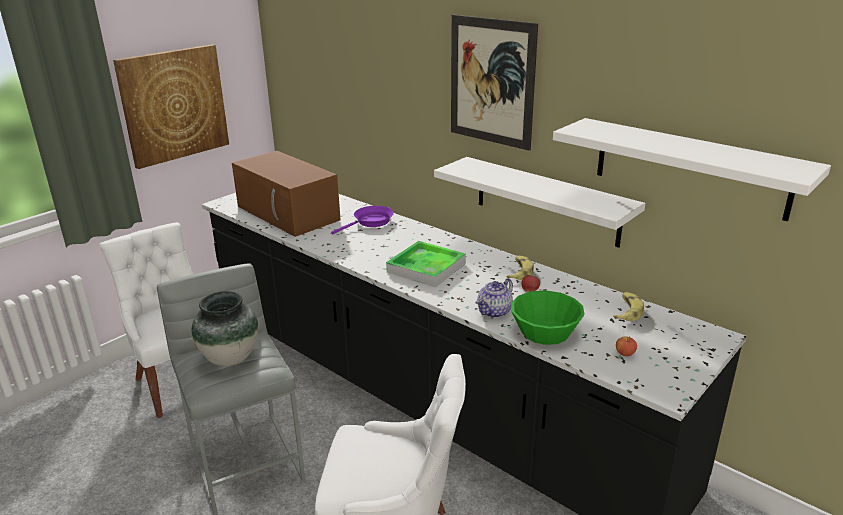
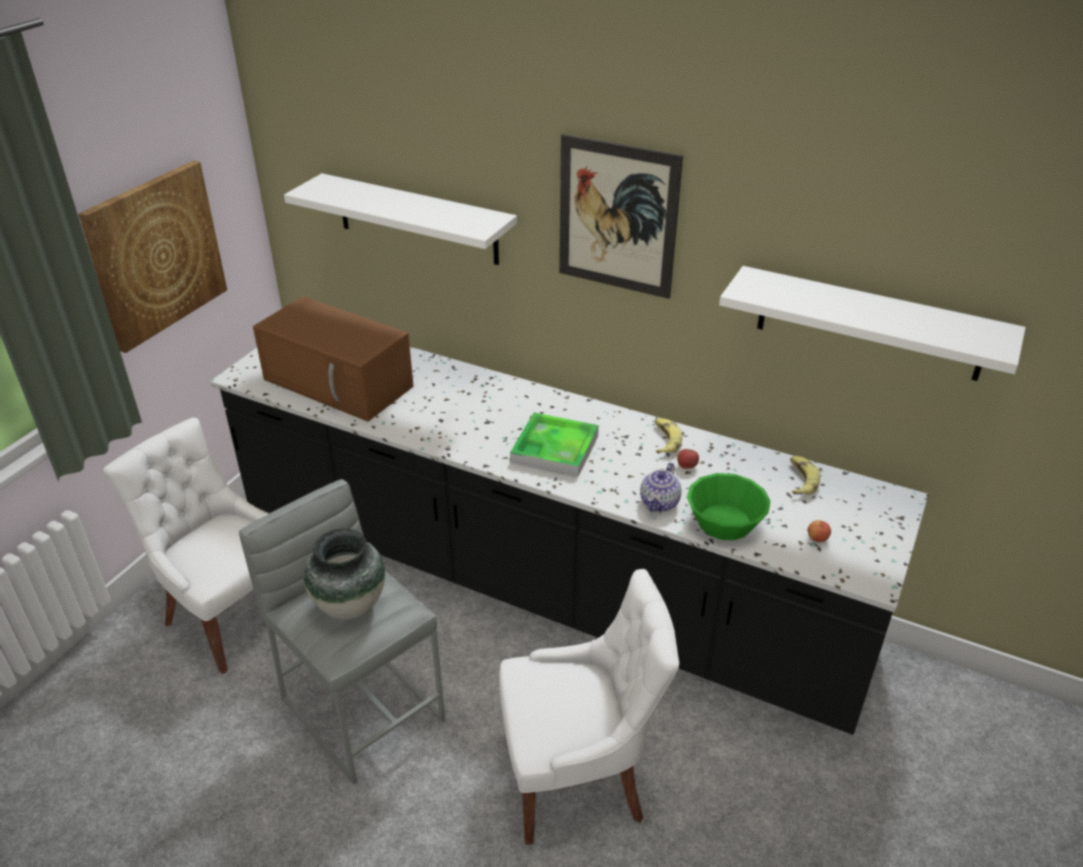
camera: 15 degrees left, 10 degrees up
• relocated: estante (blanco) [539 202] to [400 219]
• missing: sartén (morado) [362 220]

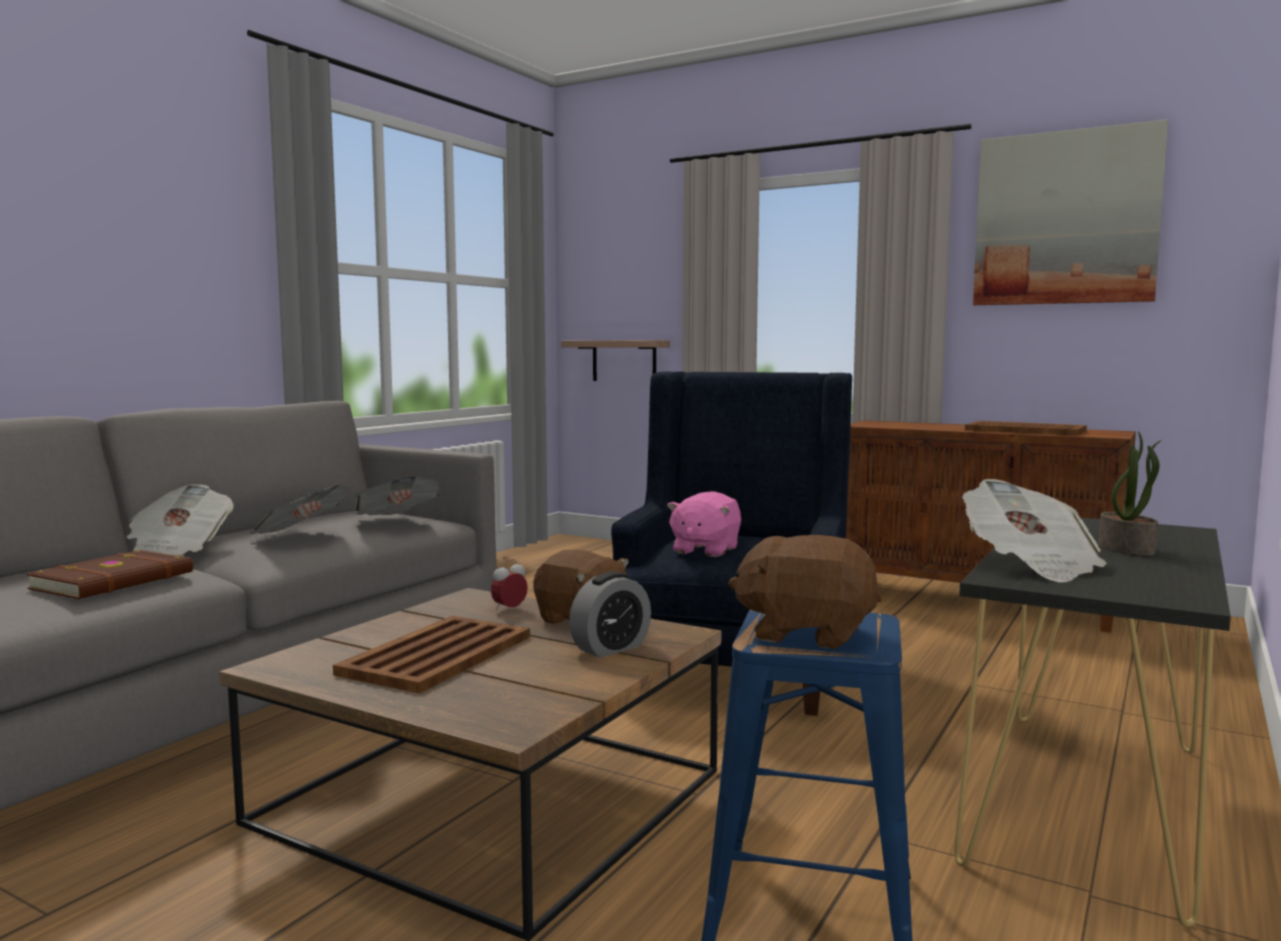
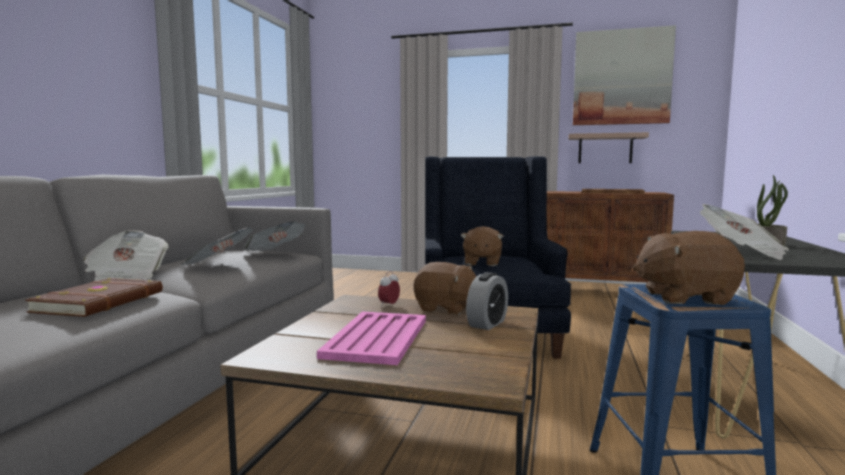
camera: 15 degrees left, 0 degrees up
• relocated: estante [615 360] to [608 147]
• colour: peluche (rosa) [704 524] to peluche (marrón) [482 246]
• colour: bandeja (marrón) [431 654] to bandeja (rosa) [371 338]

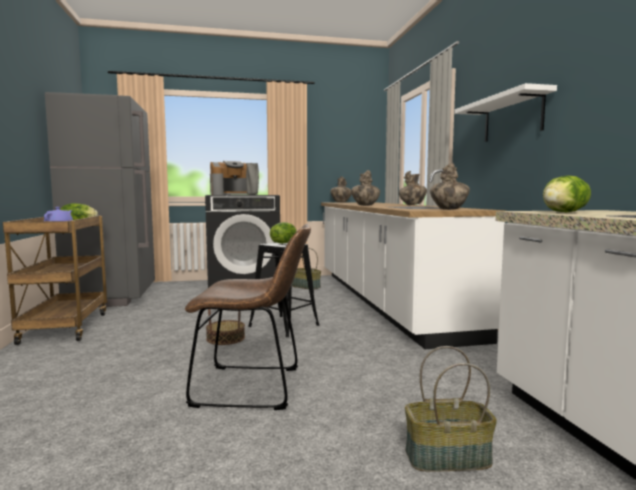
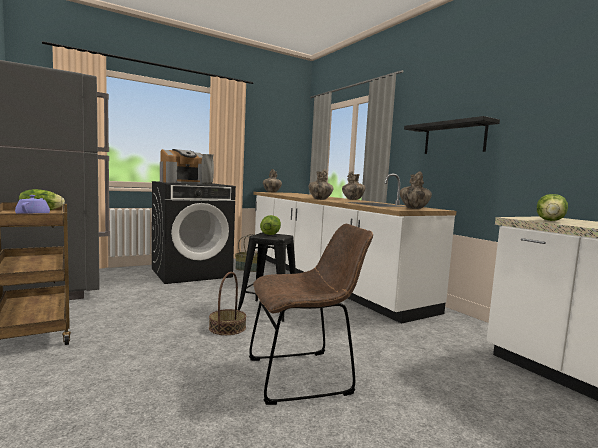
camera: 20 degrees left, 0 degrees up
• colour: estante (blanco) [506 112] to estante (negro) [452 135]
• missing: cesta [451 409]

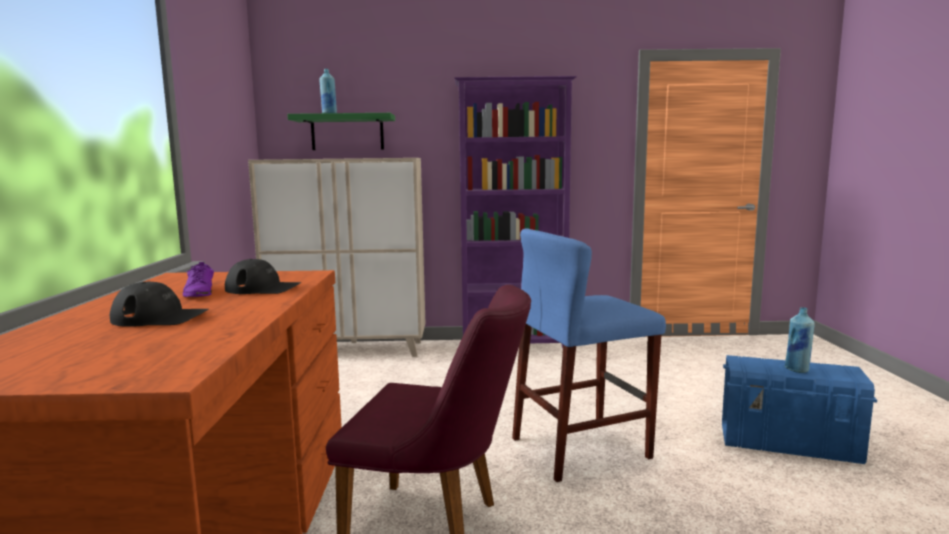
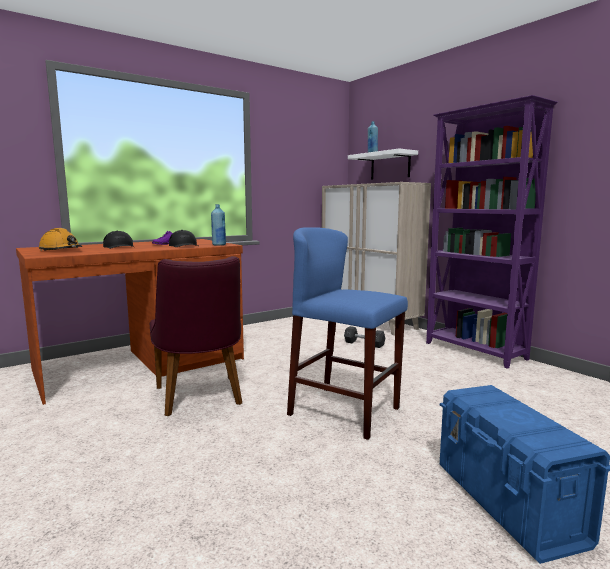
camera: 55 degrees right, 0 degrees up
• colour: estante (verde) [341 131] to estante (blanco) [383 164]
• relocated: botella (azul) [800 340] to [218 225]
• appeared: casco (naranja) [60 239]
• appeared: mancuerna (gris) [364 337]

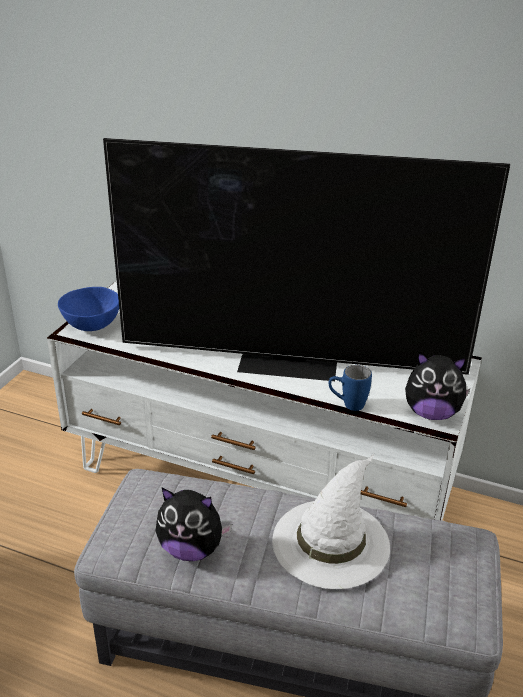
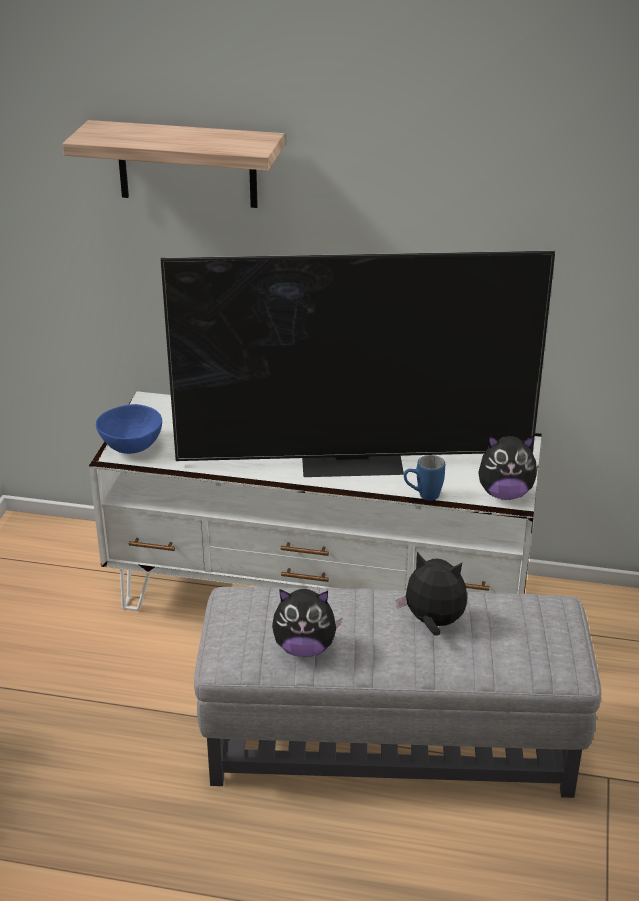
camera: 10 degrees left, 0 degrees up
• exchanged: sombrero (blanco) [331 521] to peluche [431 594]
• appeared: estante [174 164]

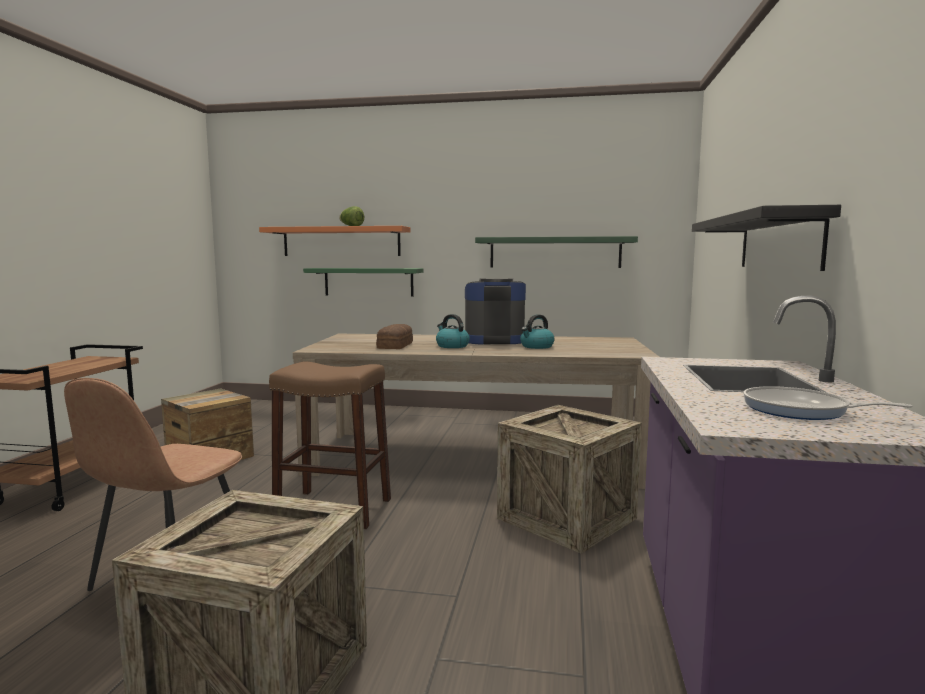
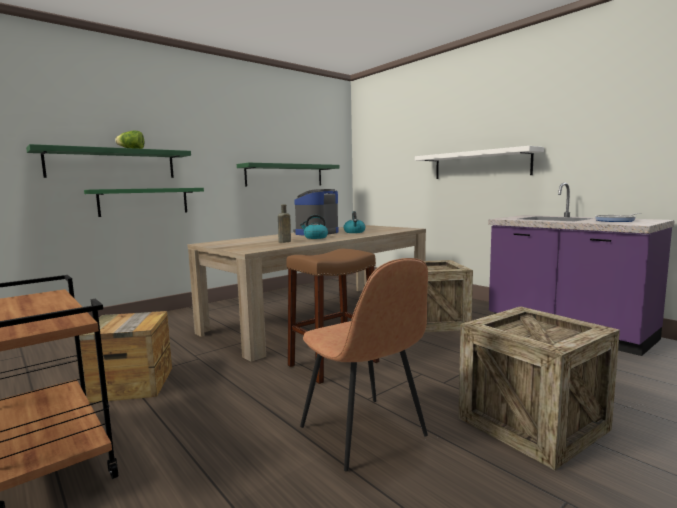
camera: 50 degrees left, 0 degrees up
• colour: estante (negro) [766 238] to estante (blanco) [479 162]
• colour: estante (naranja) [334 241] to estante (verde) [108 161]
• exchanged: pan [394 336] to botella (marrón) [284 224]

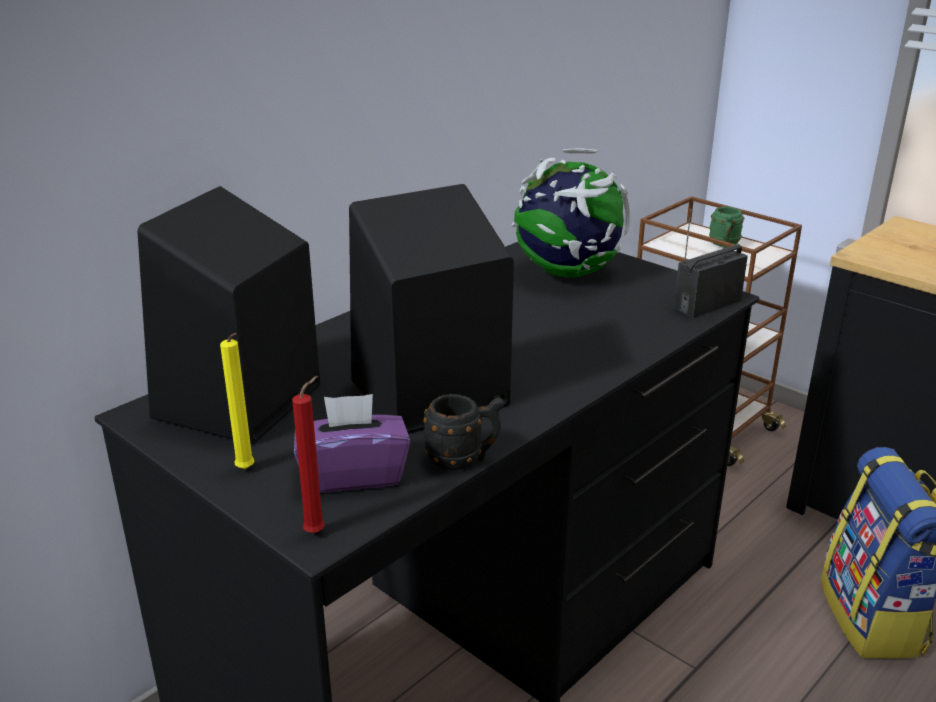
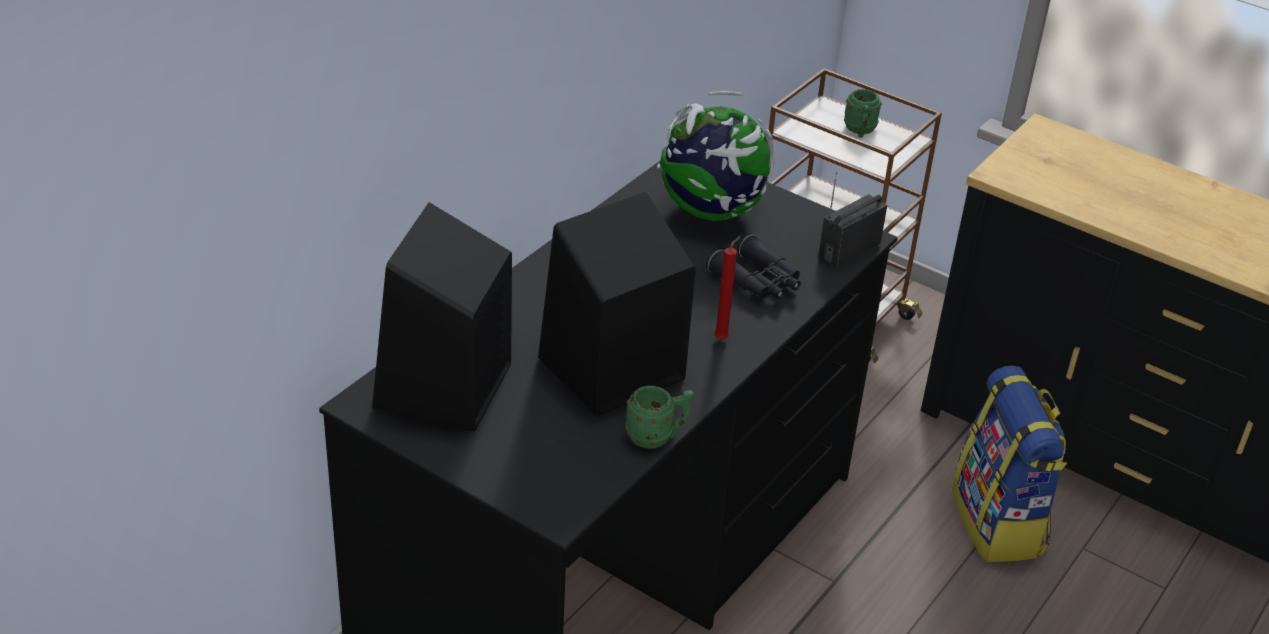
camera: 10 degrees left, 10 degrees up
• missing: vela (amarillo) [237 401]
• relocated: vela (rojo) [308 454] to [727 288]
• missing: caja de pañuelos (morado) [352 443]
• colour: taza grande (negro) [463 432] to taza grande (verde) [660 417]
• appeared: prismáticos (negro) [753 266]

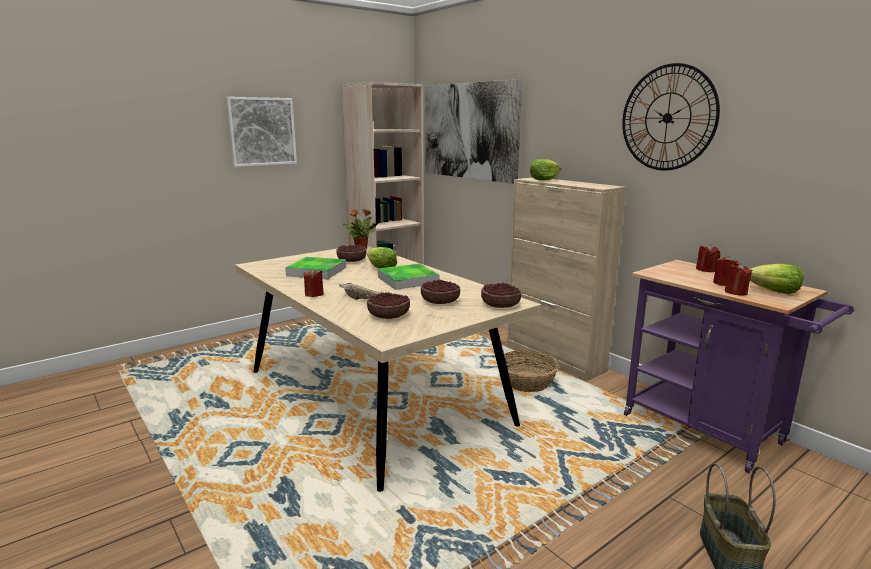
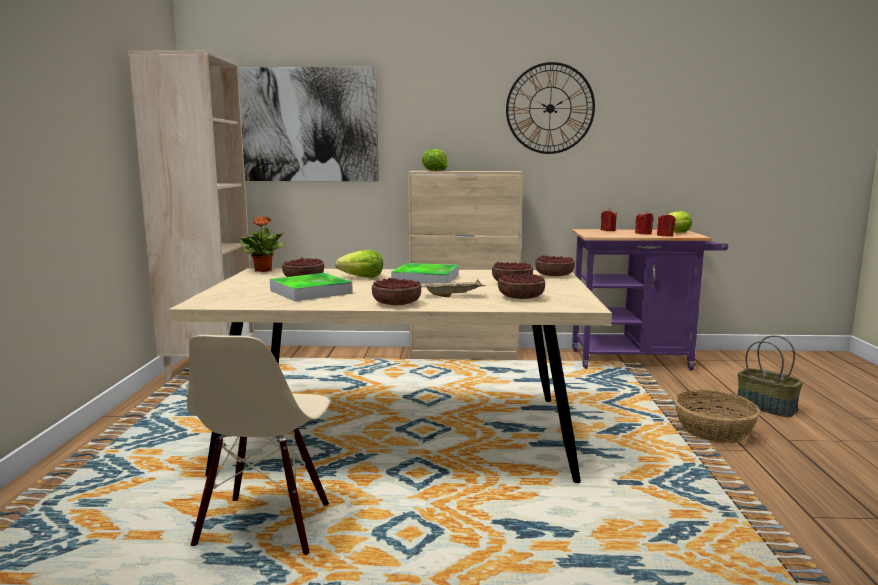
camera: 50 degrees left, 5 degrees down
• missing: cuadro [261 132]
• exchanged: vela (rojo) [314 282] to cuenco [396 291]
• relocated: cesta [531 371] to [717 416]
• appeared: silla (beis) [258 445]

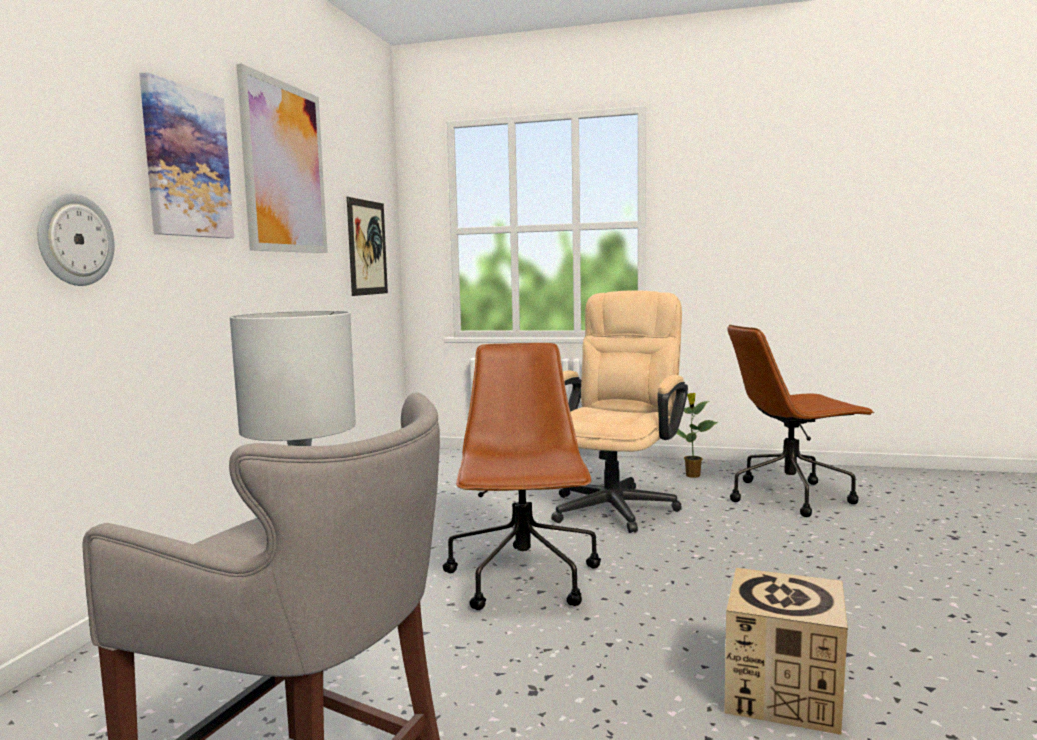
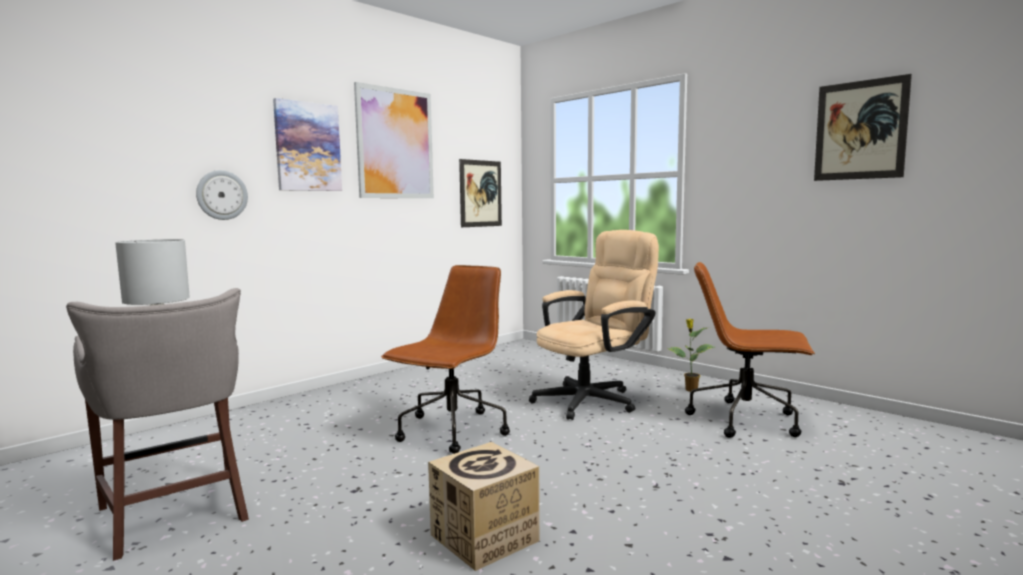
camera: 30 degrees right, 0 degrees up
• appeared: cuadro [863 127]

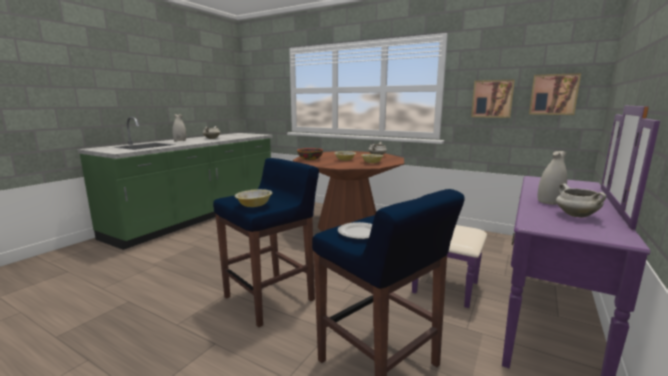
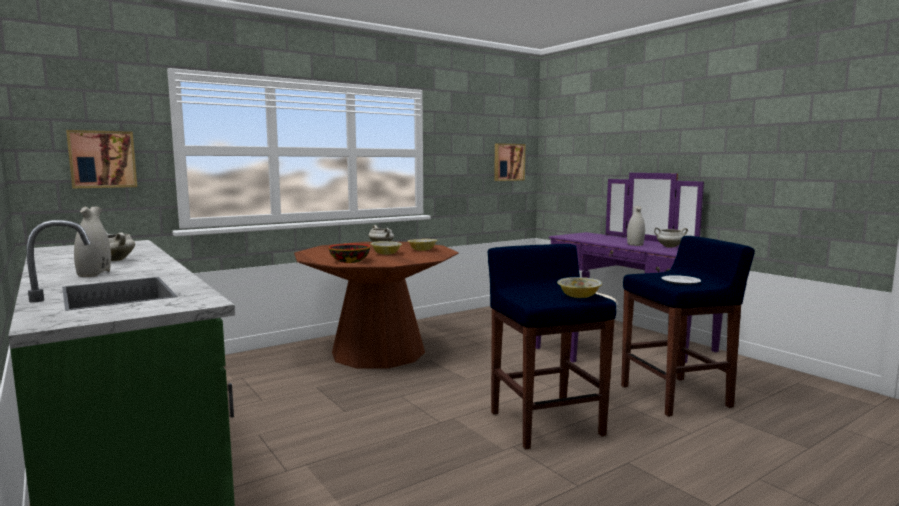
camera: 65 degrees left, 5 degrees down
• relocated: cuadro [493 98] to [101 159]

